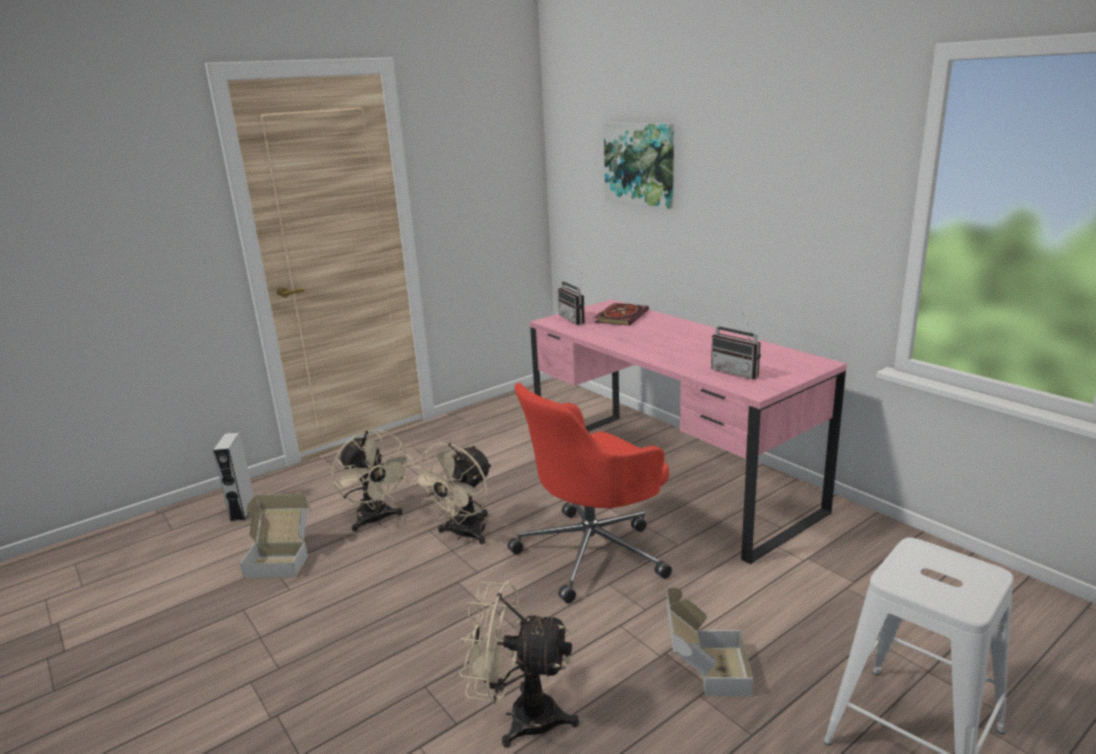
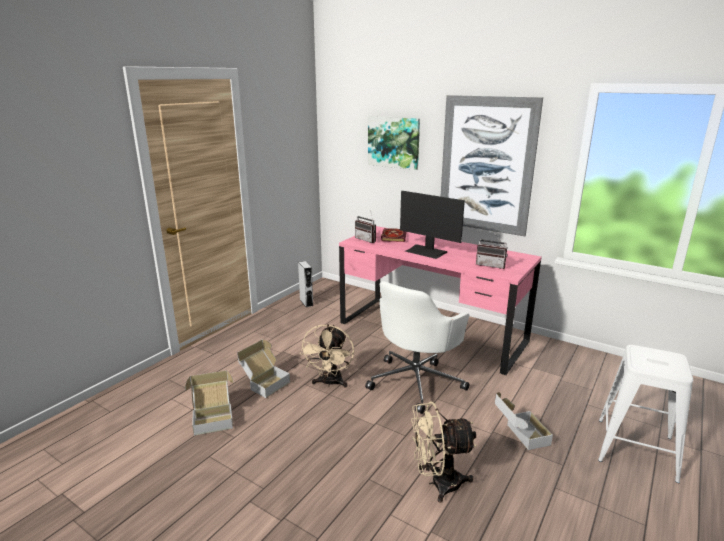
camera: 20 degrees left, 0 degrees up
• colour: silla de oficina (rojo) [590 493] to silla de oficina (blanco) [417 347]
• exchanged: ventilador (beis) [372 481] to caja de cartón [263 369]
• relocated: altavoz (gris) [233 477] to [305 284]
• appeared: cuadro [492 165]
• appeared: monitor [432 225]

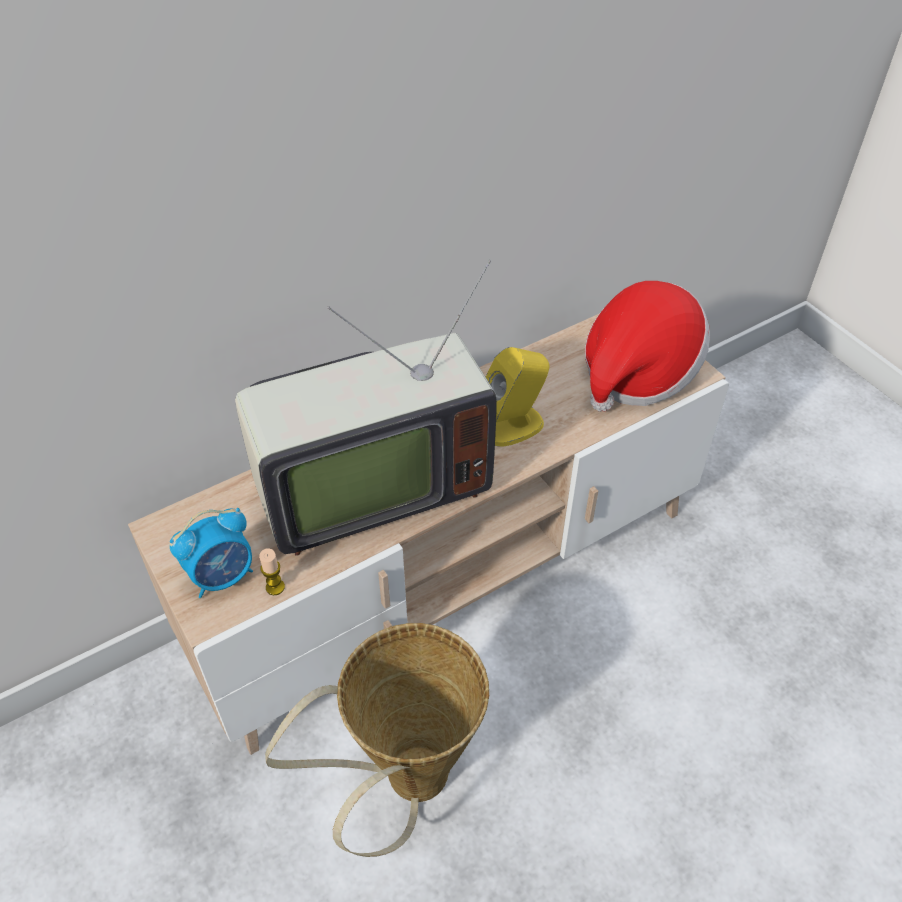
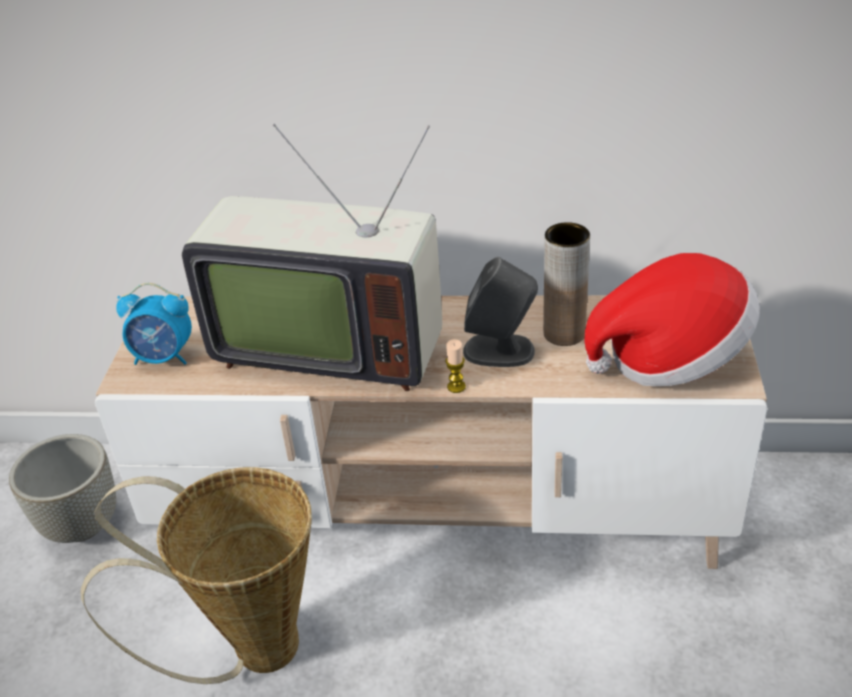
camera: 40 degrees right, 10 degrees down
• colour: altavoz (amarillo) [517 396] to altavoz (gris) [500 312]
• relocated: vela [272 571] to [455 366]
• appeared: florero (marrón) [566 284]
• appeared: maceta (gris) [62 488]

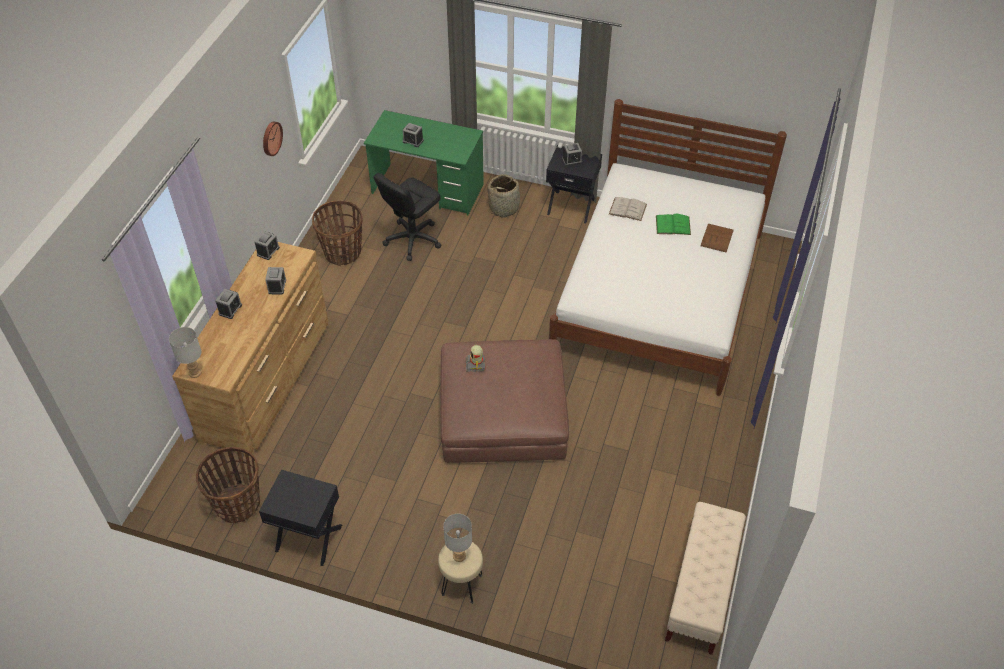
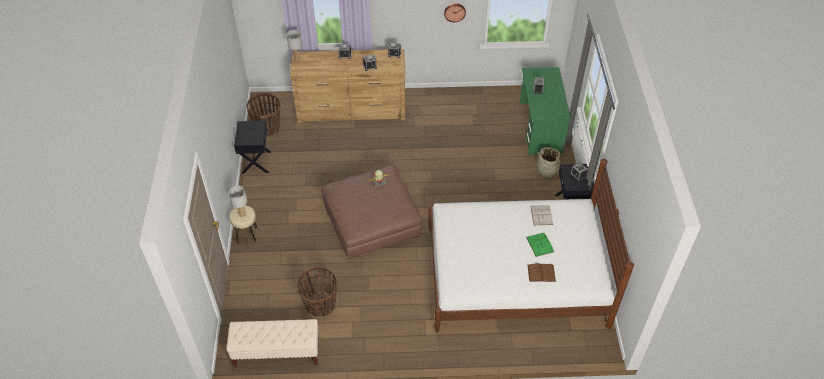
camera: 70 degrees right, 0 degrees up
• missing: silla de oficina (negro) [407 217]
• relocated: cesta [337 233] to [317 292]

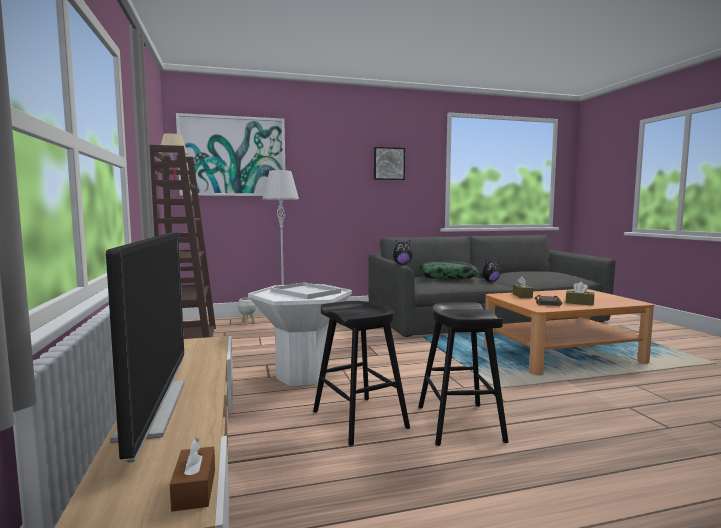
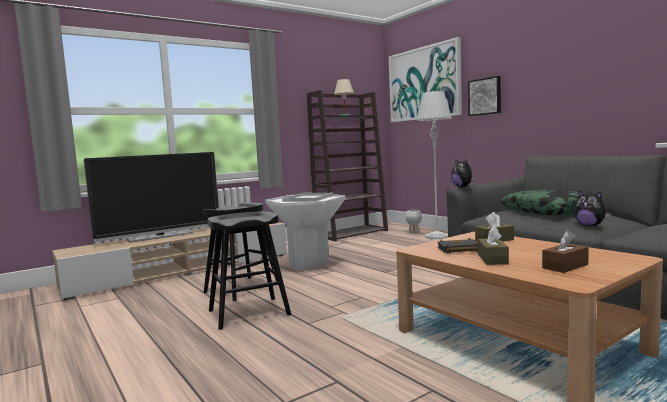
camera: 70 degrees right, 0 degrees up
• relocated: cuadro [389 163] to [484 96]
• relocated: caja de pañuelos (marrón) [192 474] to [565 251]

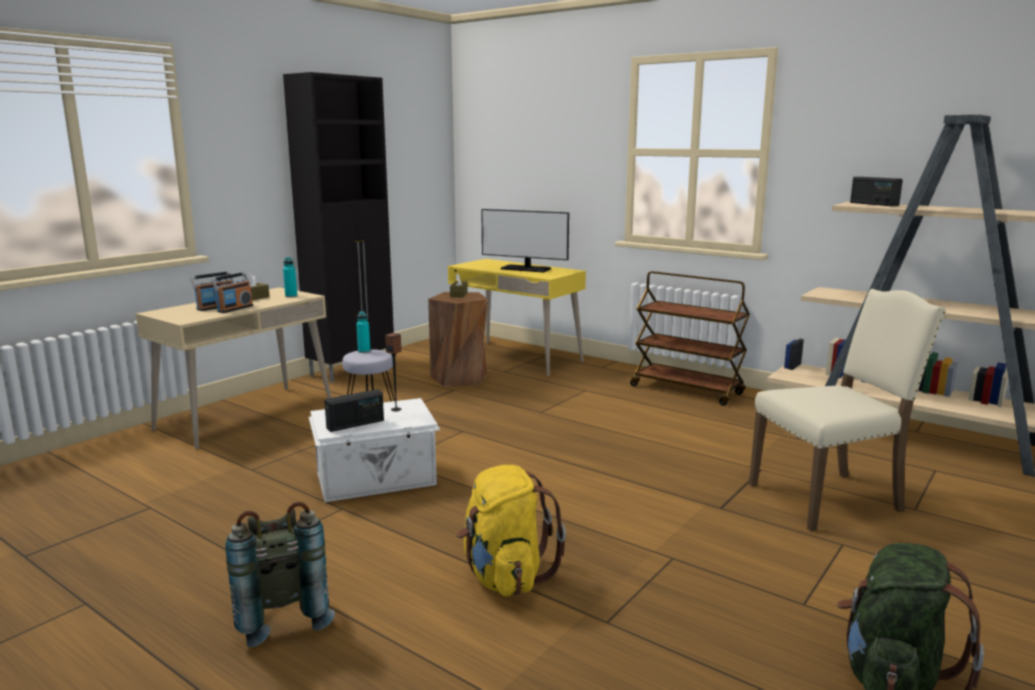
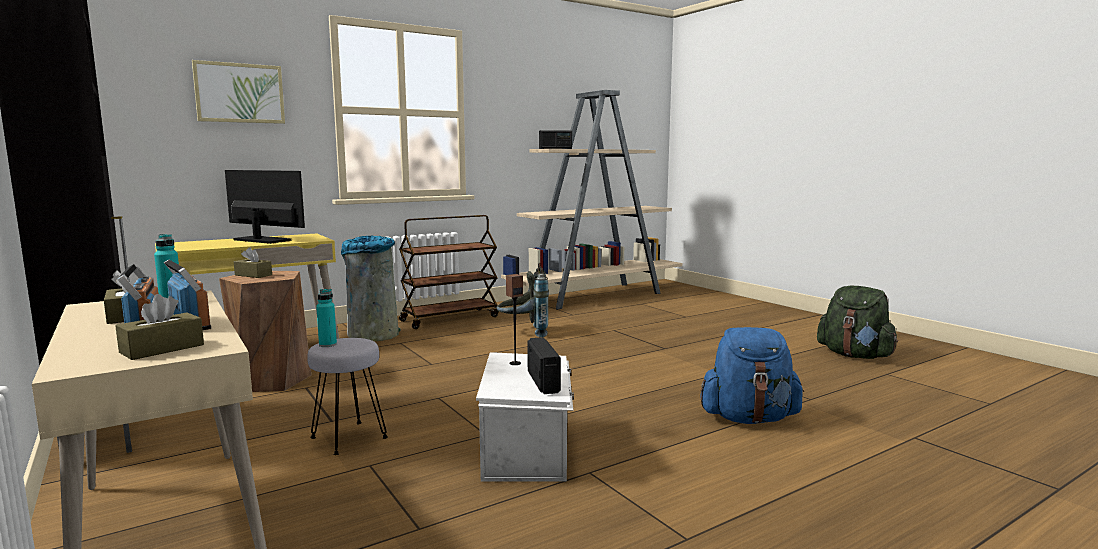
camera: 70 degrees left, 5 degrees down
• spun: monitor [525 241] = [265 207] 105 degrees counterclockwise
• missing: silla (beis) [847 410]
• colour: mochila (amarillo) [511 530] to mochila (azul) [752 375]
• relocated: mochila (gris) [280 575] to [522 300]
• appeared: cuadro [238 92]
• appeared: papelera (gris) [371 288]
• appeared: caja de pañuelos (marrón) [159 327]

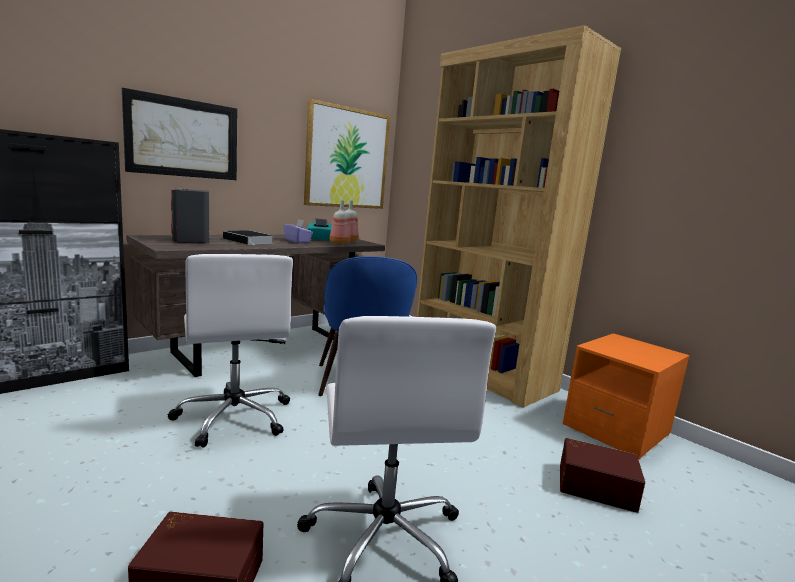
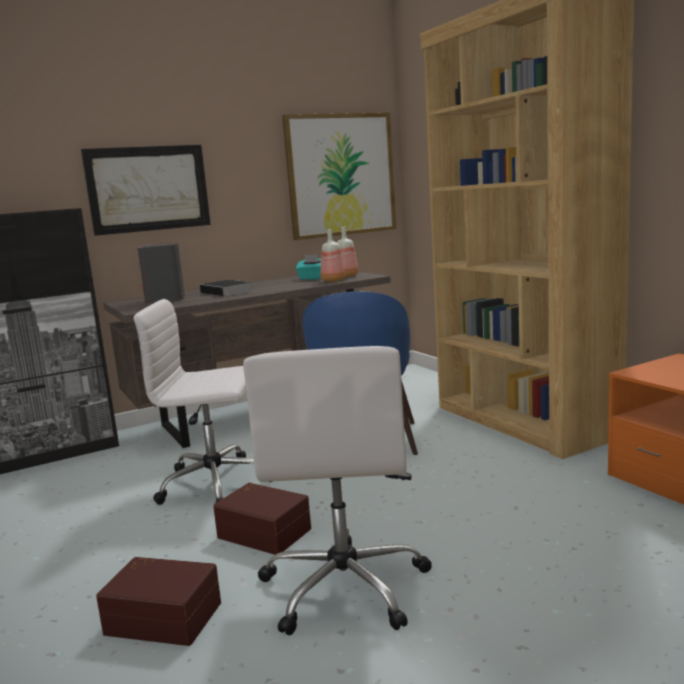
camera: 15 degrees right, 0 degrees up
• missing: caja de pañuelos (morado) [298 231]
• spun: silla de oficina (blanco) [230 351] = [203 402] 105 degrees clockwise
• relocated: caja de almacenaje (marrón) [602 475] to [262 519]

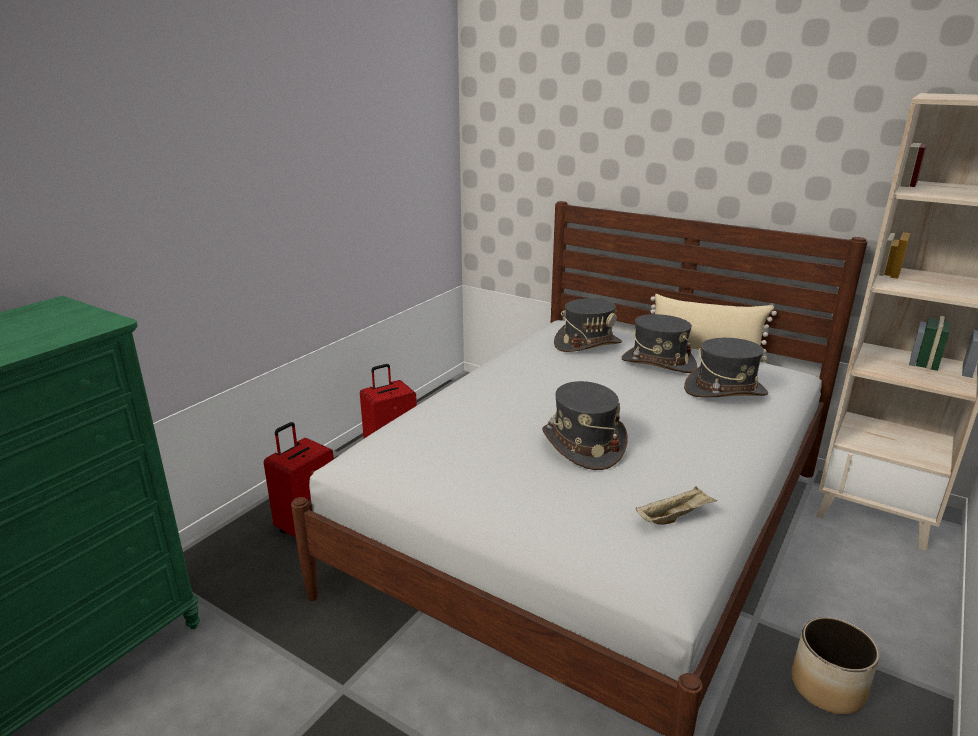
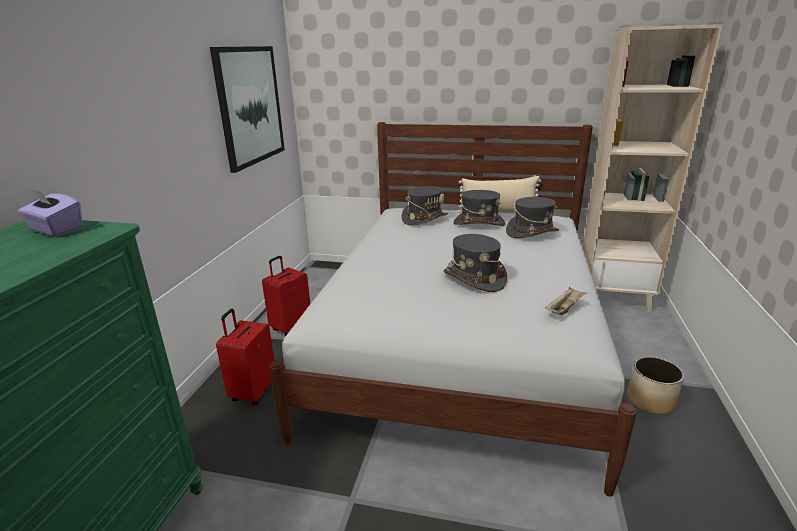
camera: 20 degrees left, 0 degrees up
• appeared: cuadro [247 109]
• appeared: caja de pañuelos (morado) [50 213]

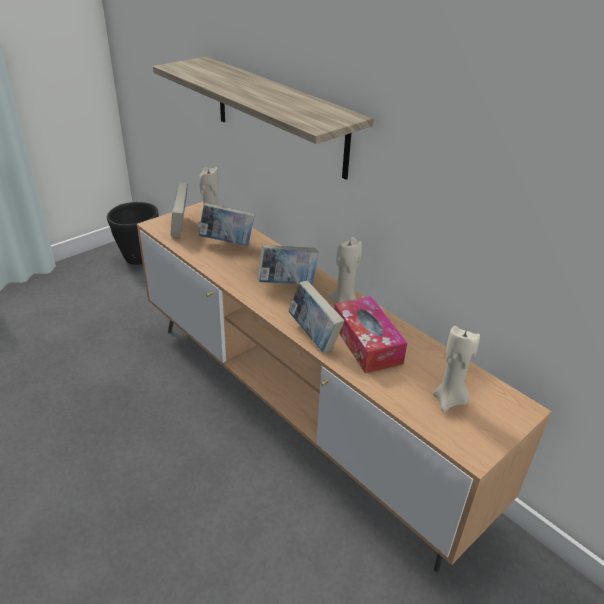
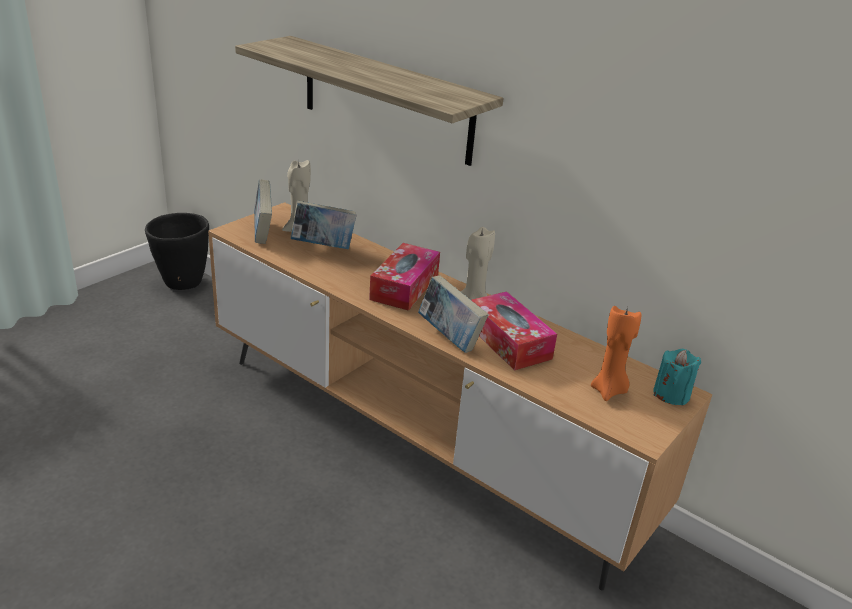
camera: 10 degrees left, 5 degrees down
• exchanged: libro [288 264] to caja de pañuelos [404 277]
• colour: vela (beis) [456 369] to vela (naranja) [616 353]
• appeared: vela (turquesa) [677 377]

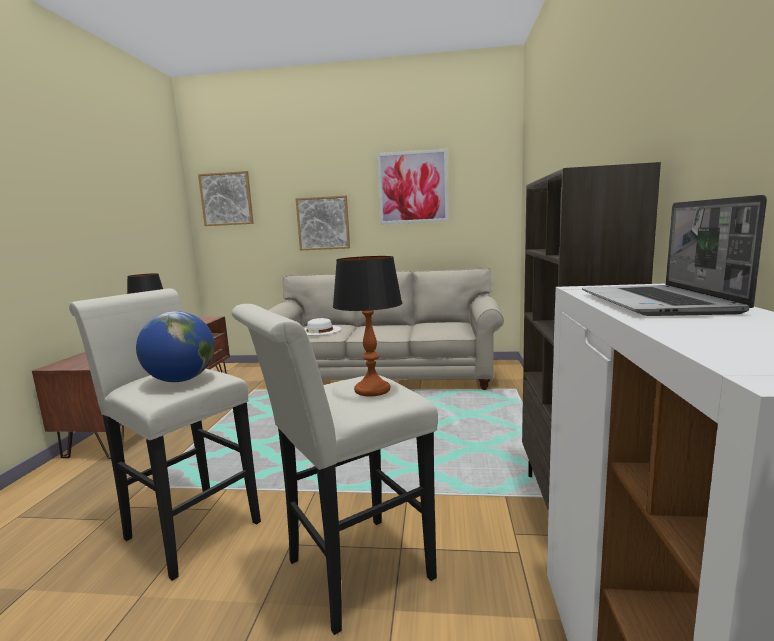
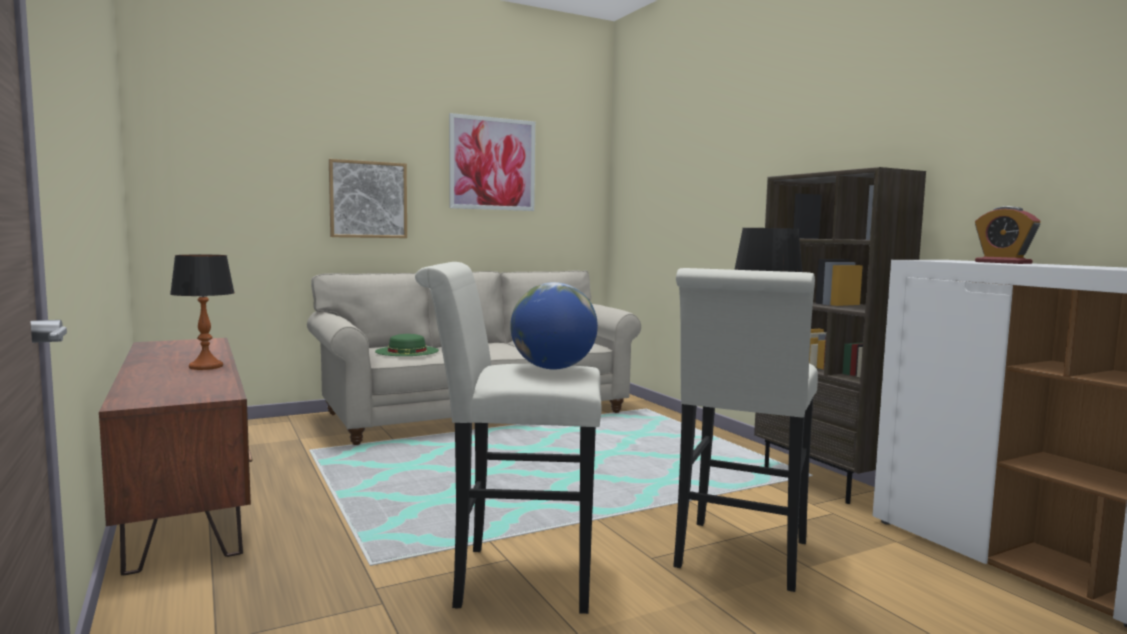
camera: 35 degrees left, 5 degrees down
• missing: cuadro [226 198]
• exchanged: portátil [674 255] to despertador [1008 235]
• colour: sombrero (blanco) [322 326] to sombrero (verde) [407 345]

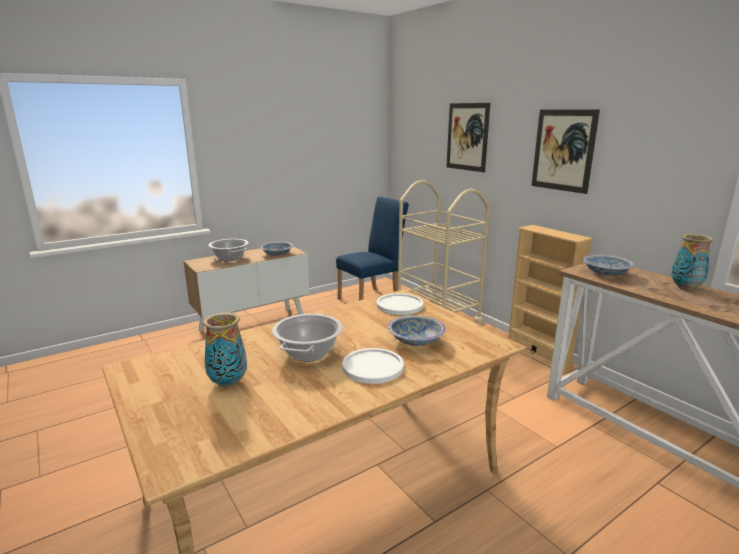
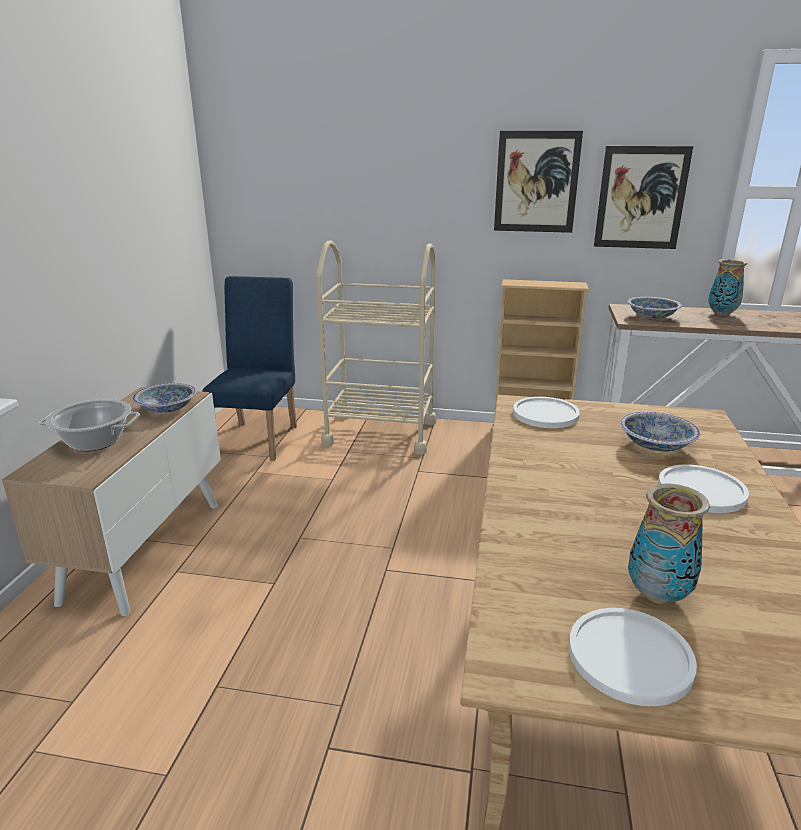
camera: 45 degrees left, 5 degrees up
• relocated: cuadro [468 137] to [643 197]
• missing: olla [307 338]
• appeared: plato (blanco) [633 657]

